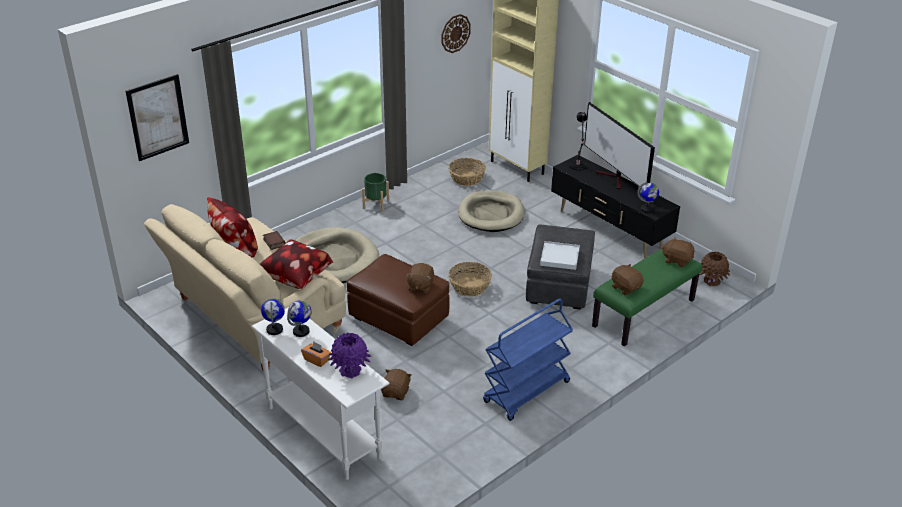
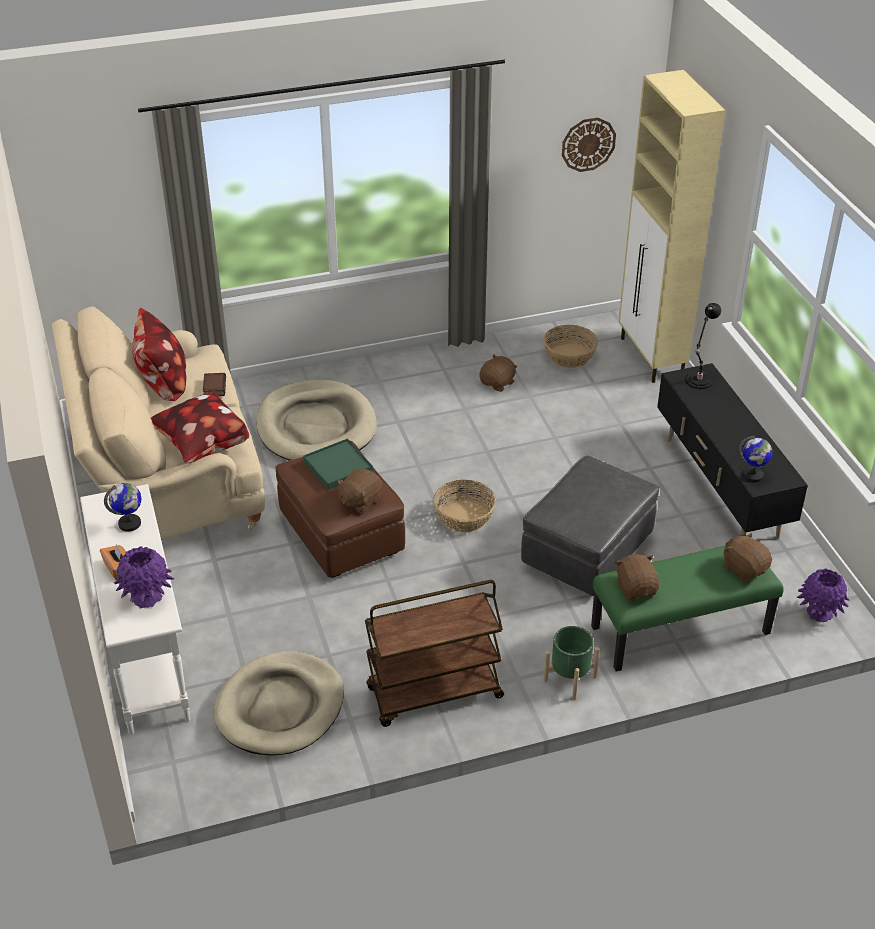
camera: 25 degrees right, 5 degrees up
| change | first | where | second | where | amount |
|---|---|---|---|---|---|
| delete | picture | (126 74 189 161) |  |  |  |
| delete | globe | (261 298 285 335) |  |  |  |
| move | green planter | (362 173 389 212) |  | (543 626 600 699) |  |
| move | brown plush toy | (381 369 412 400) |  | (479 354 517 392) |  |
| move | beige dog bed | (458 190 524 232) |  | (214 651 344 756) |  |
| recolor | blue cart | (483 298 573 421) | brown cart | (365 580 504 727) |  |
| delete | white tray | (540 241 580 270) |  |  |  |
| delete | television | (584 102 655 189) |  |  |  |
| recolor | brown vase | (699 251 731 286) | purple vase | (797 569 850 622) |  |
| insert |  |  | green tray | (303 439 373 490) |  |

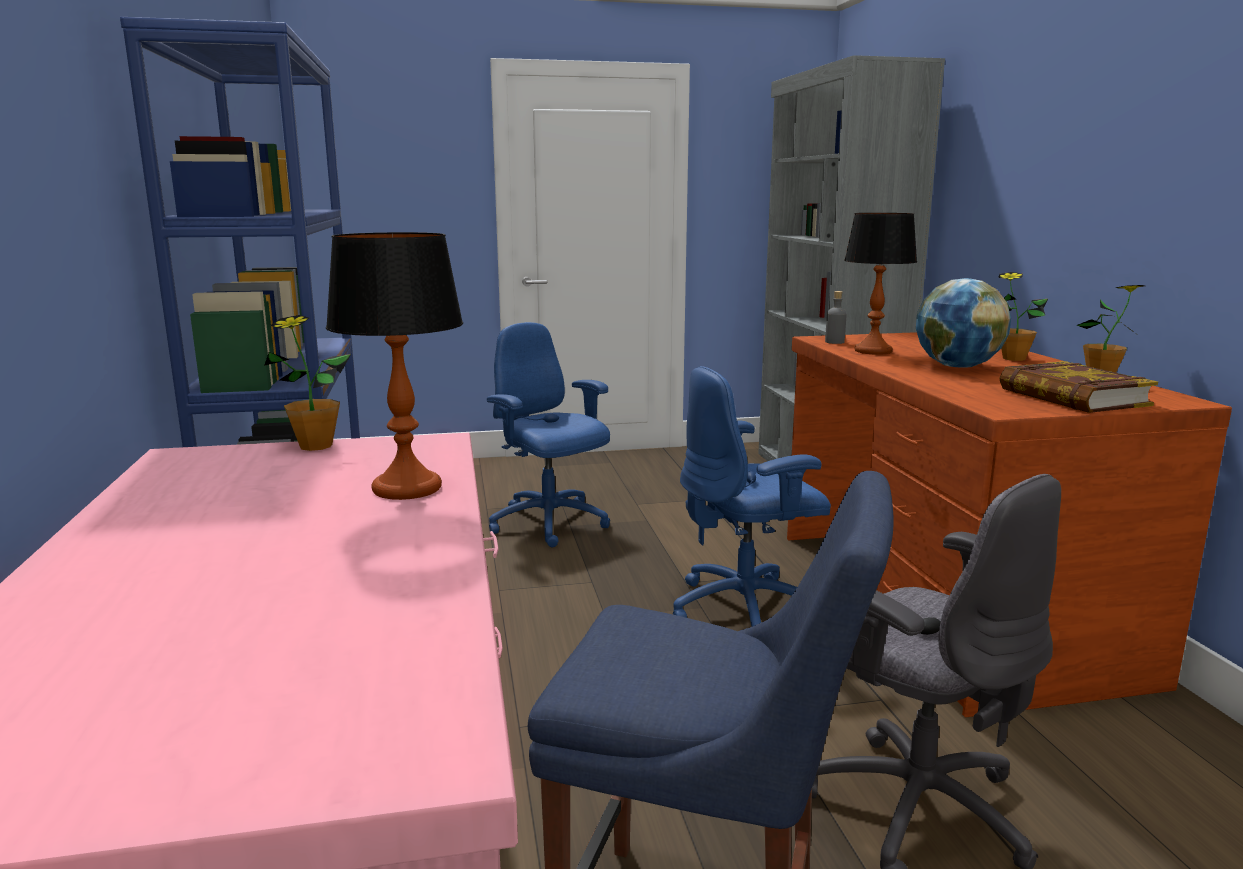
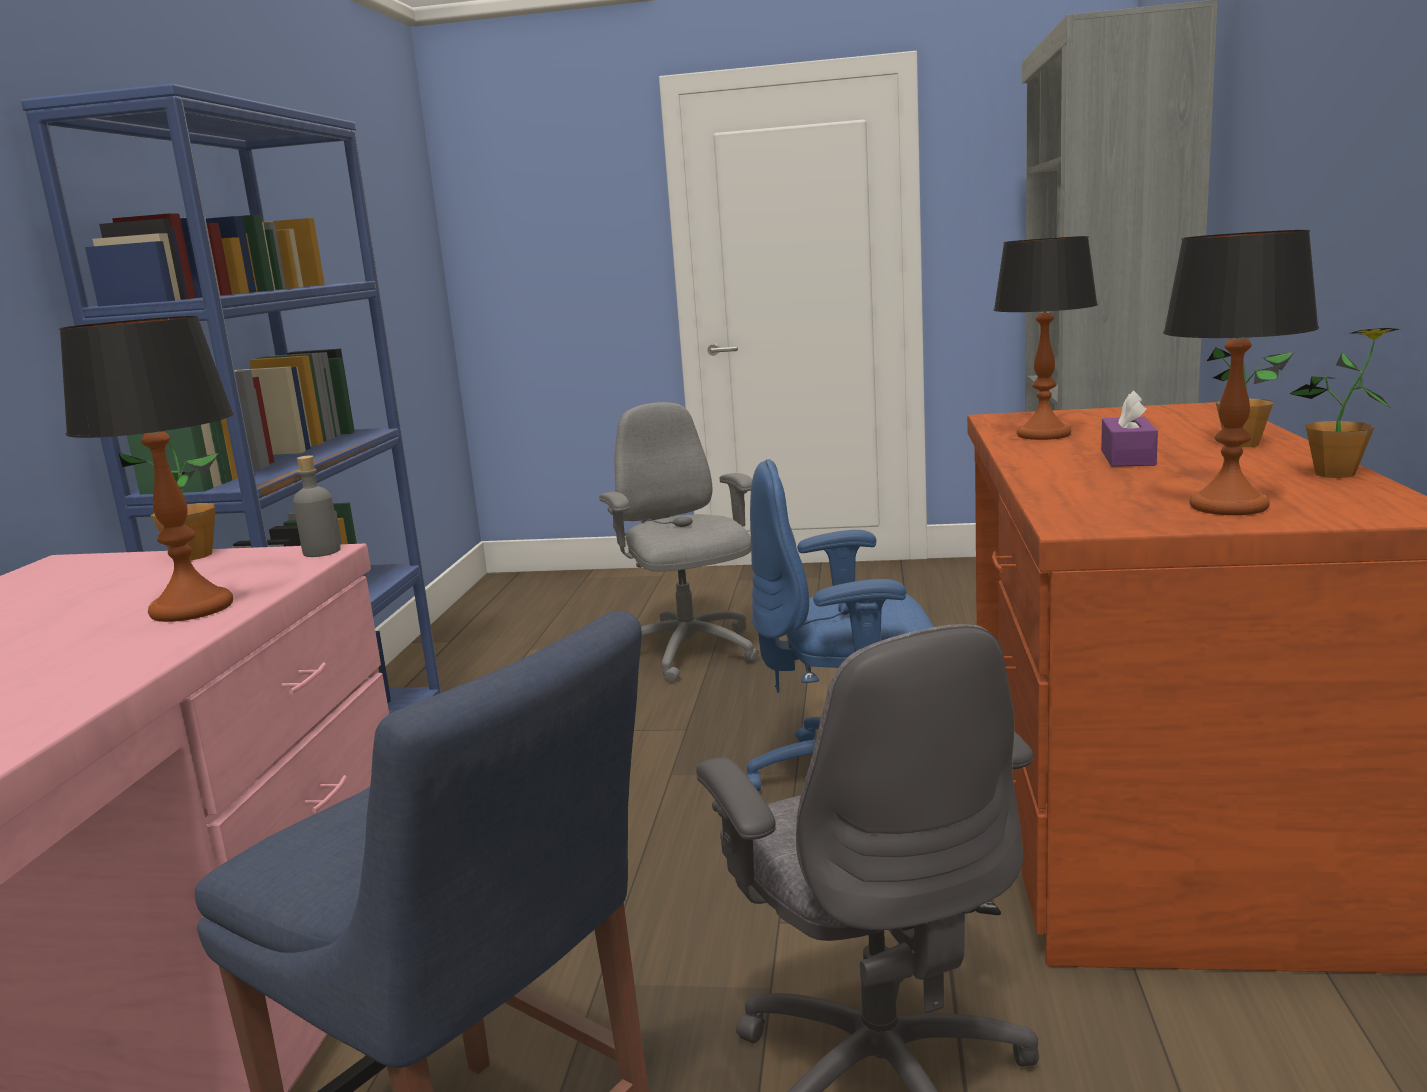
camera: 20 degrees right, 0 degrees up
| change | first | where | second | where | amount |
|---|---|---|---|---|---|
| recolor | blue office chair | (487 322 610 547) | grey office chair | (599 402 759 682) |  |
| move | grey bottle | (825 291 847 344) |  | (293 455 341 557) |  |
| replace | globe | (916 278 1011 368) | purple tissue box | (1101 390 1158 467) |  |
| replace | book | (1000 361 1158 413) | table lamp | (1163 230 1319 515) |  |

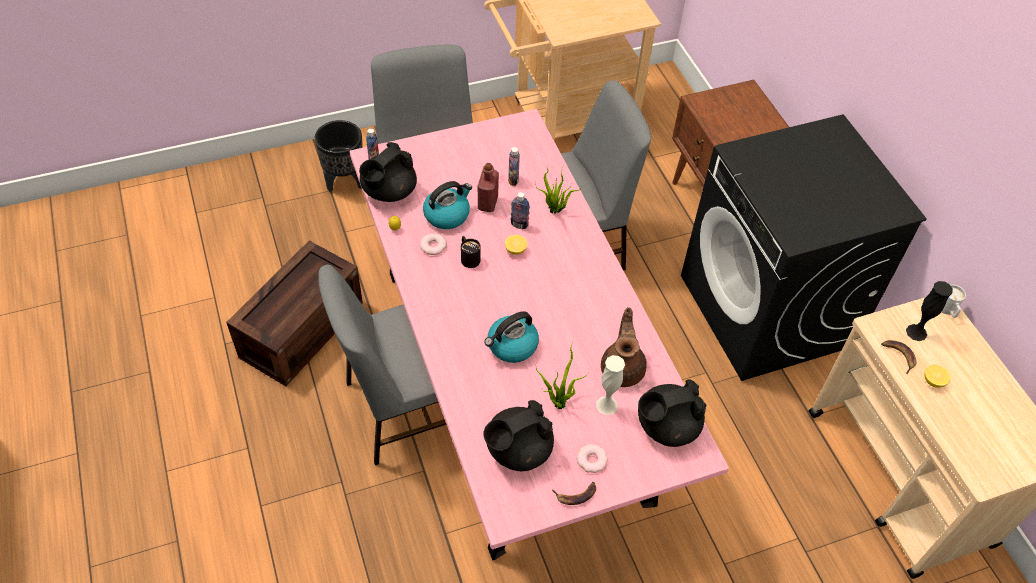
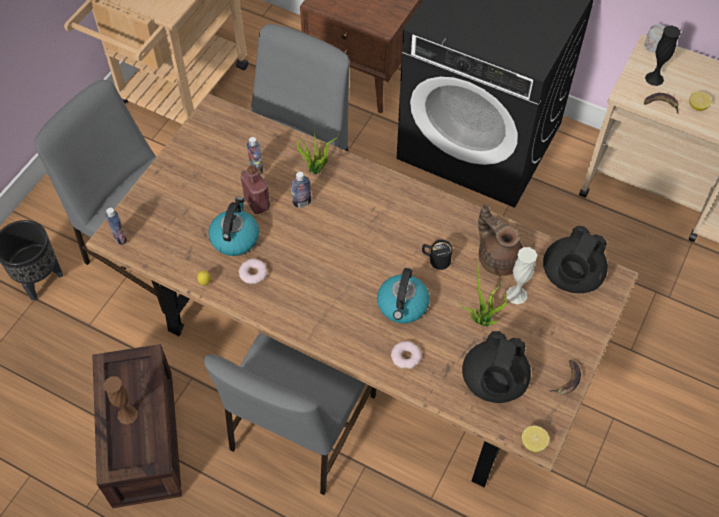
camera: 40 degrees left, 5 degrees up
| change | first | where | second | where | amount |
|---|---|---|---|---|---|
| recolor | pink dining table | (350 109 729 561) | brown dining table | (86 94 639 487) |  |
| delete | black teapot | (359 142 417 202) |  |  |  |
| move | black mug | (461 236 481 268) |  | (422 240 453 270) |  |
| move | lemon | (505 235 528 255) |  | (522 426 549 452) |  |
| move | donut | (576 444 608 473) |  | (391 341 422 369) |  |
| insert |  |  | brown vase | (103 376 138 424) |  |

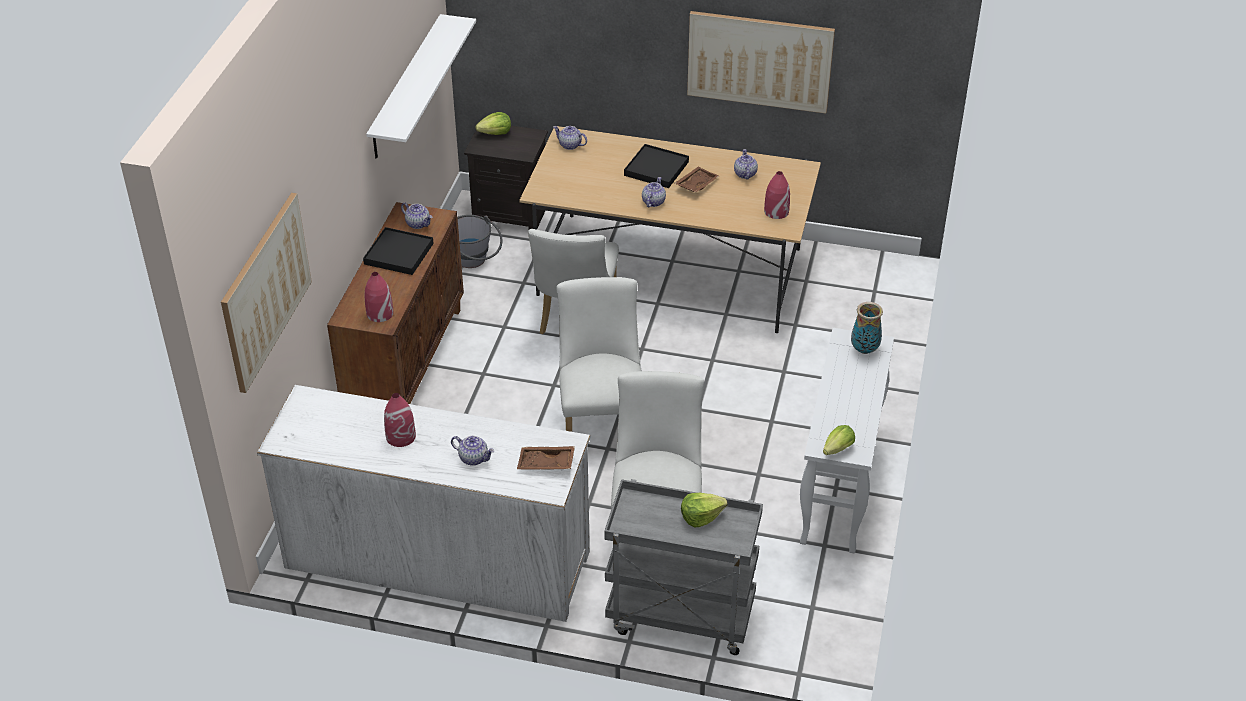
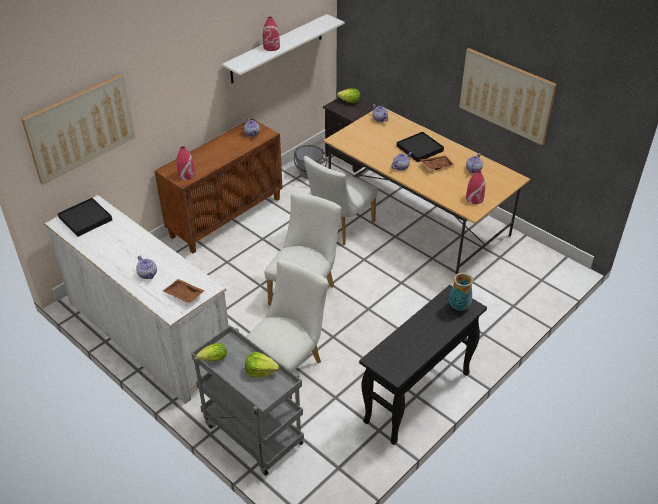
camera: 30 degrees right, 0 degrees up
| change | first | where | second | where | amount |
|---|---|---|---|---|---|
| move | black tray | (363 227 434 275) |  | (58 198 112 237) |  |
| move | red vase | (384 393 416 447) |  | (263 17 280 51) |  |
| recolor | white console table | (800 328 894 553) | black console table | (359 285 487 445) |  |
| move | lettuce | (823 425 855 455) |  | (196 343 227 361) |  |

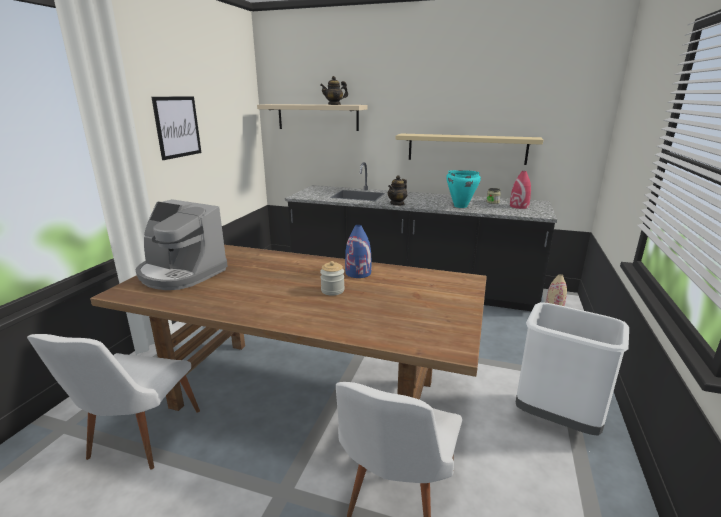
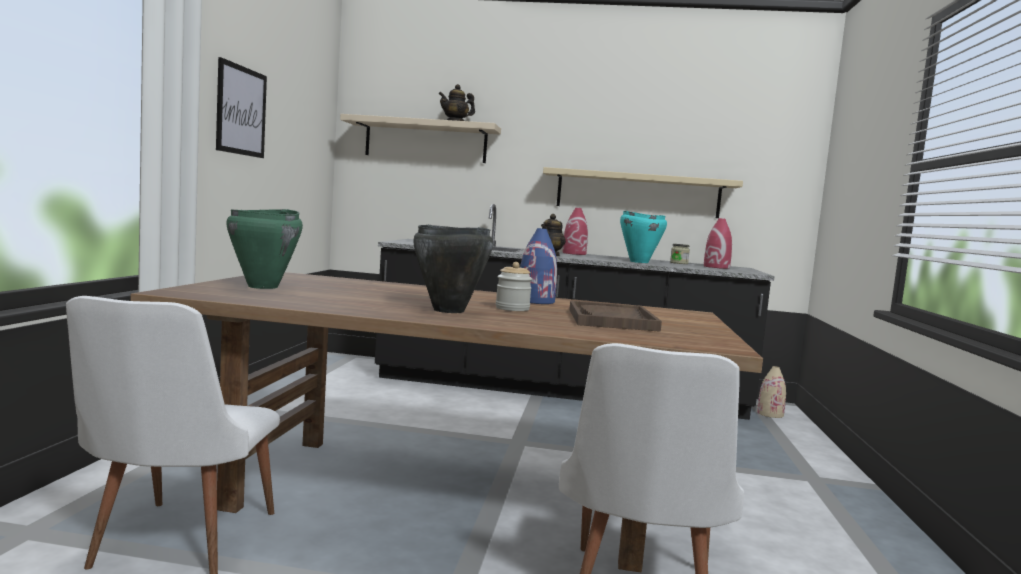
camera: 10 degrees left, 15 degrees down
| change | first | where | second | where | amount |
|---|---|---|---|---|---|
| replace | coffee machine | (135 199 228 290) | green cooking pot | (226 209 303 289) |  |
| delete | white trash can | (516 302 629 436) |  |  |  |
| insert |  |  | black cooking pot | (413 225 493 313) |  |
| insert |  |  | red vase | (563 208 588 255) |  |
| insert |  |  | brown tray | (569 301 662 332) |  |

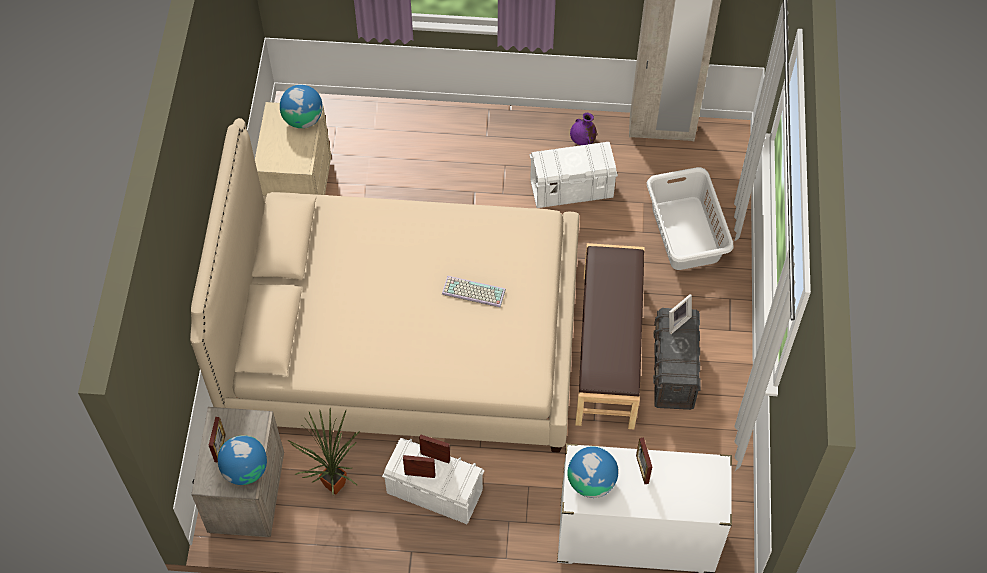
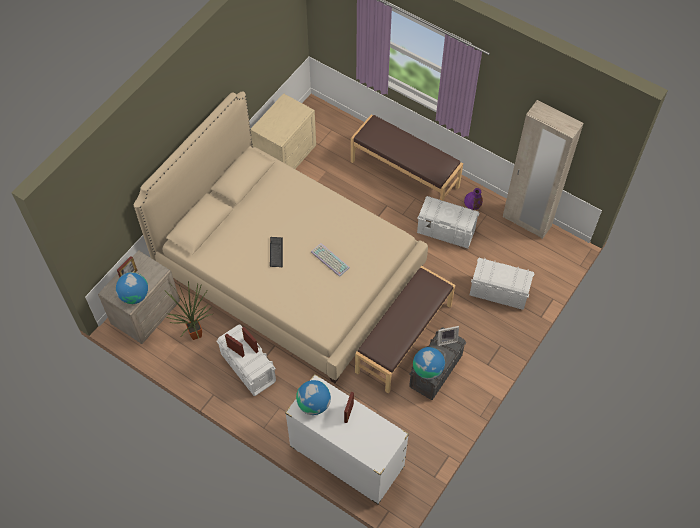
camera: 30 degrees right, 0 degrees up
| change | first | where | second | where | amount |
|---|---|---|---|---|---|
| move | globe | (280 85 323 128) |  | (413 347 445 380) |  |
| replace | white laundry basket | (647 167 734 270) | white storage box | (470 258 535 310) |  |
| insert |  |  | keyboard | (270 237 283 267) |  |
| insert |  |  | brown bench | (351 114 463 201) |  |

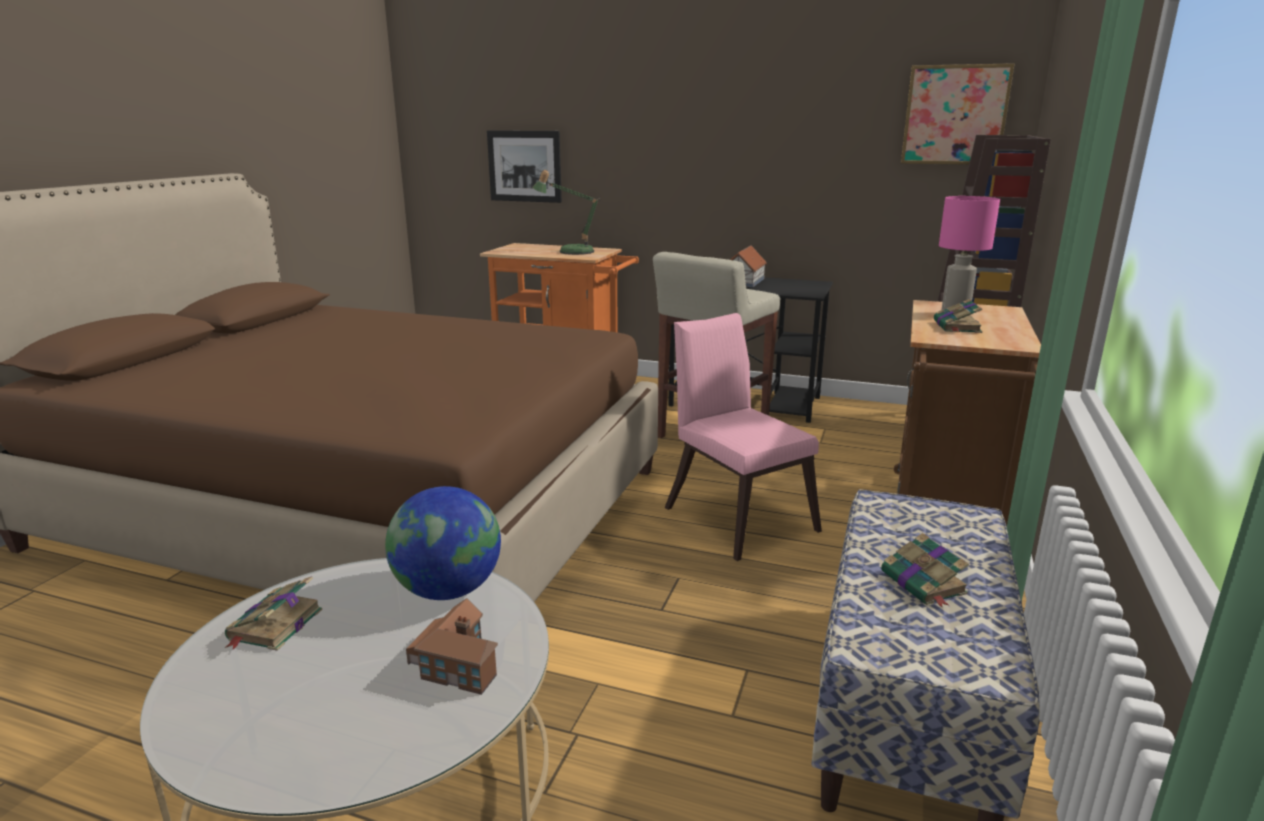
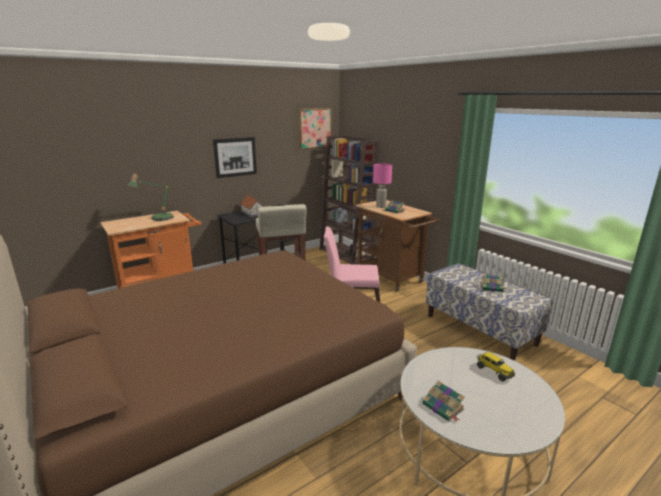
camera: 55 degrees left, 0 degrees up
| change | first | where | second | where | amount |
|---|---|---|---|---|---|
| delete | globe | (385 486 501 600) |  |  |  |
| replace | toy house | (406 598 498 695) | toy truck | (477 352 515 382) |  |
| move | picture | (487 130 562 203) |  | (213 137 257 178) |  |

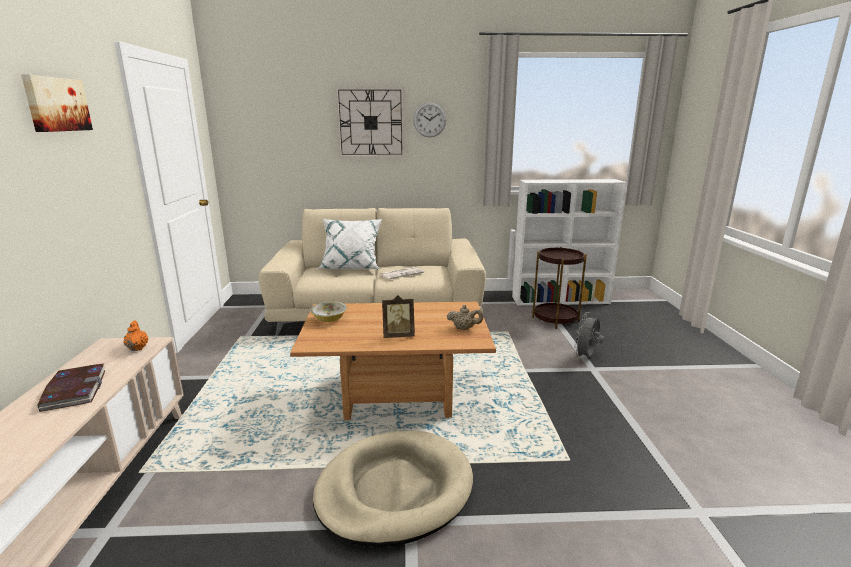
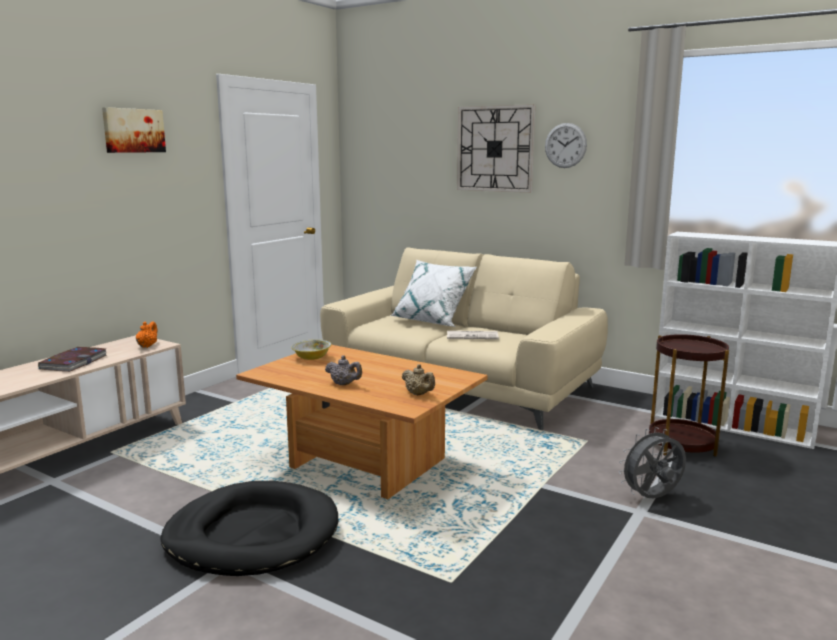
camera: 35 degrees right, 5 degrees down
| change | first | where | second | where | amount |
|---|---|---|---|---|---|
| recolor | beige dog bed | (313 431 473 547) | black dog bed | (160 481 338 576) |  |
| replace | picture frame | (382 295 415 338) | grey teapot | (325 356 362 385) |  |

